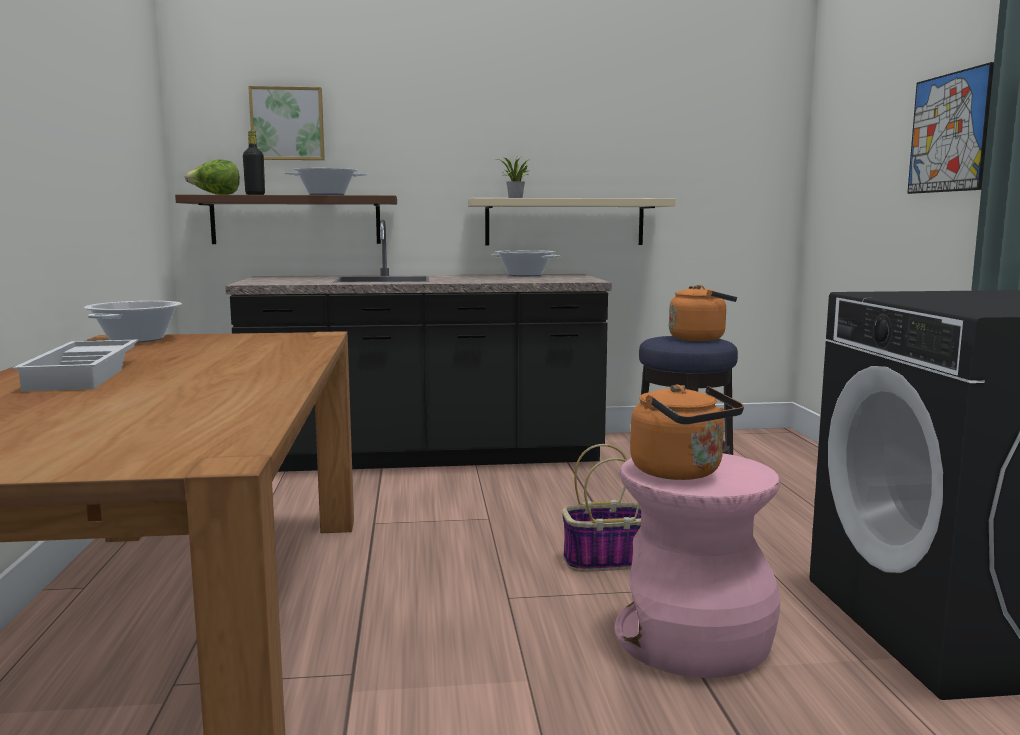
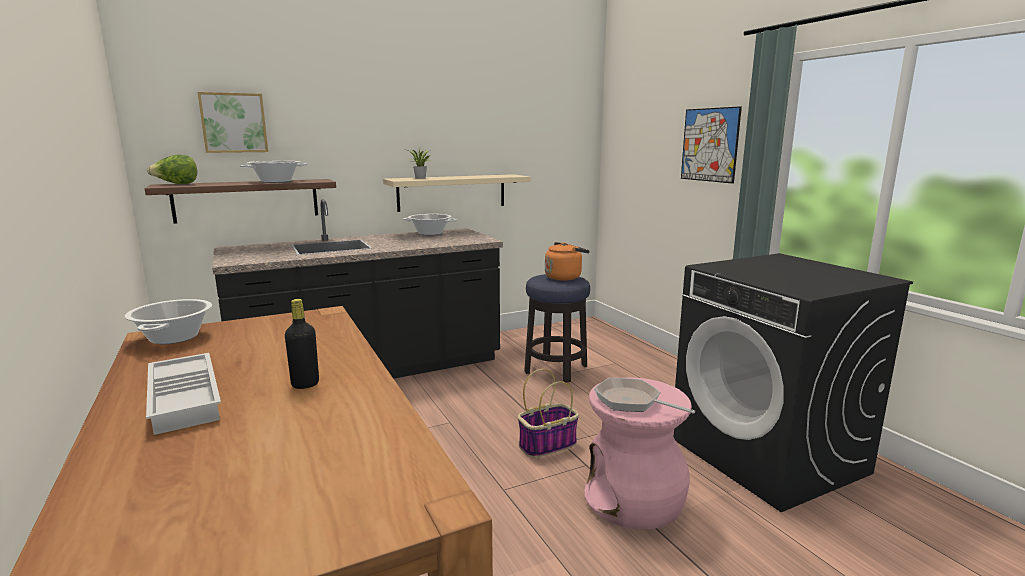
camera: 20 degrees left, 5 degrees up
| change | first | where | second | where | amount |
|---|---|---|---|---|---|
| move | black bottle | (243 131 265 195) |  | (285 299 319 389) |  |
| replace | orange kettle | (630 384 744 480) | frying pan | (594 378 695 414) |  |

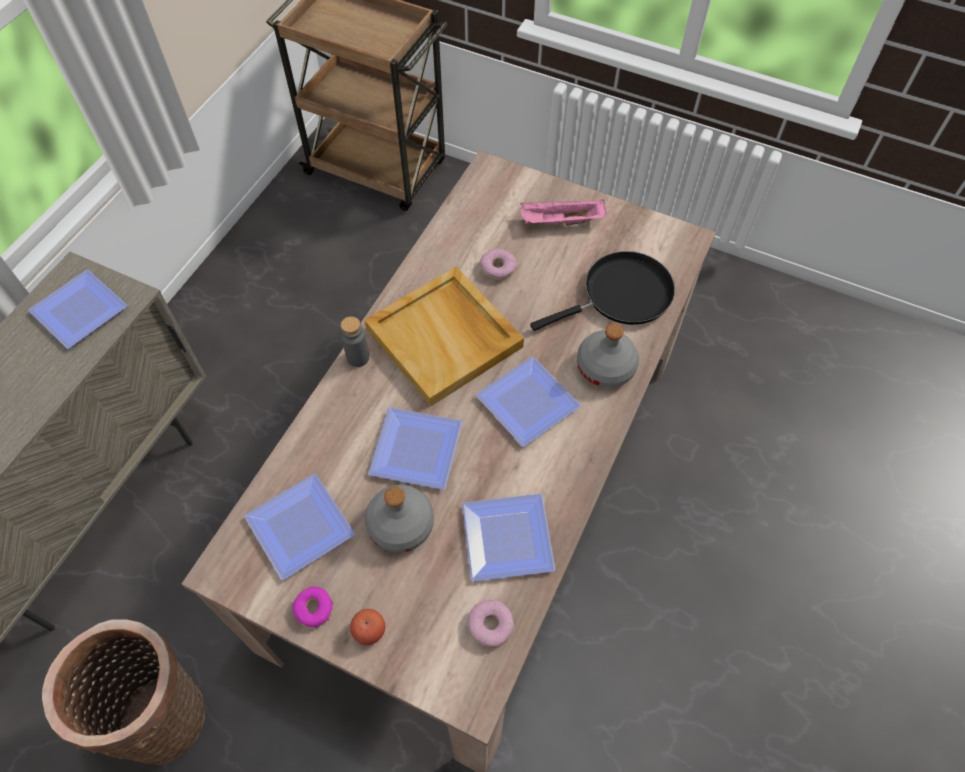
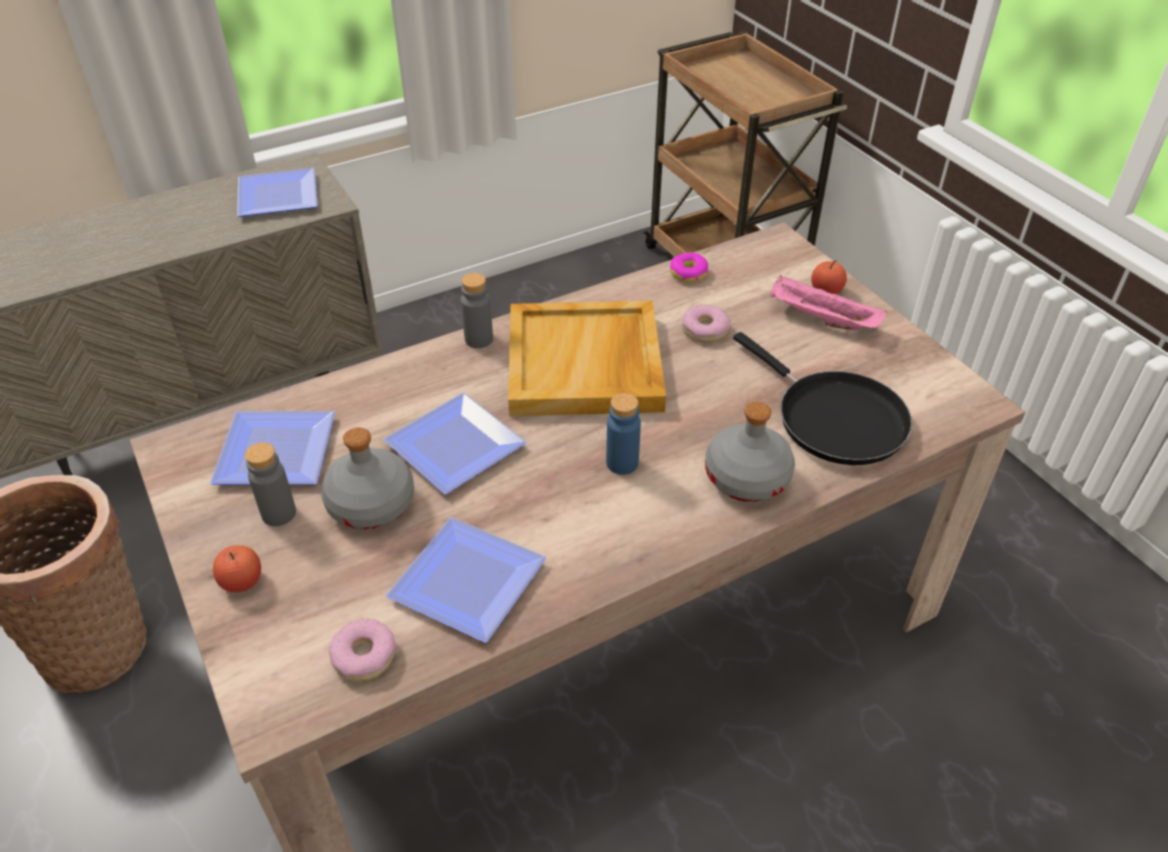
camera: 35 degrees right, 15 degrees down
| change | first | where | second | where | amount |
|---|---|---|---|---|---|
| move | donut | (292 586 333 628) |  | (670 252 708 282) |  |
| replace | plate | (476 356 581 447) | blue bottle | (606 393 641 475) |  |
| rotate | black frying pan | (530 251 675 331) |  | (733 332 912 465) | 45 degrees clockwise |
| insert |  |  | grey bottle | (245 442 296 526) |  |
| insert |  |  | apple | (811 261 847 294) |  |

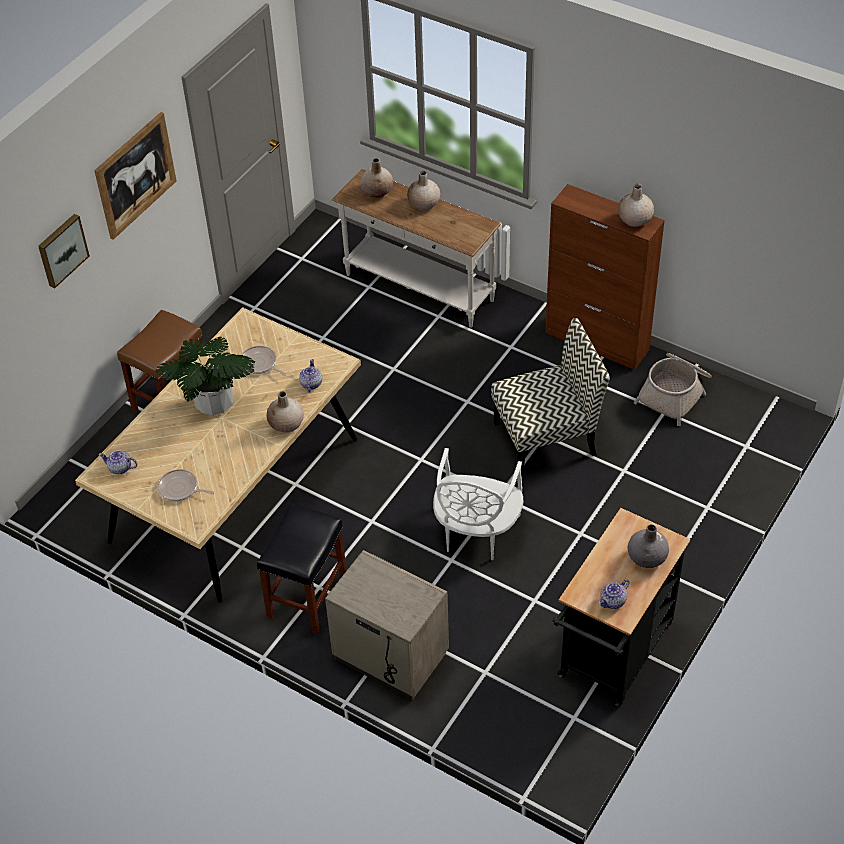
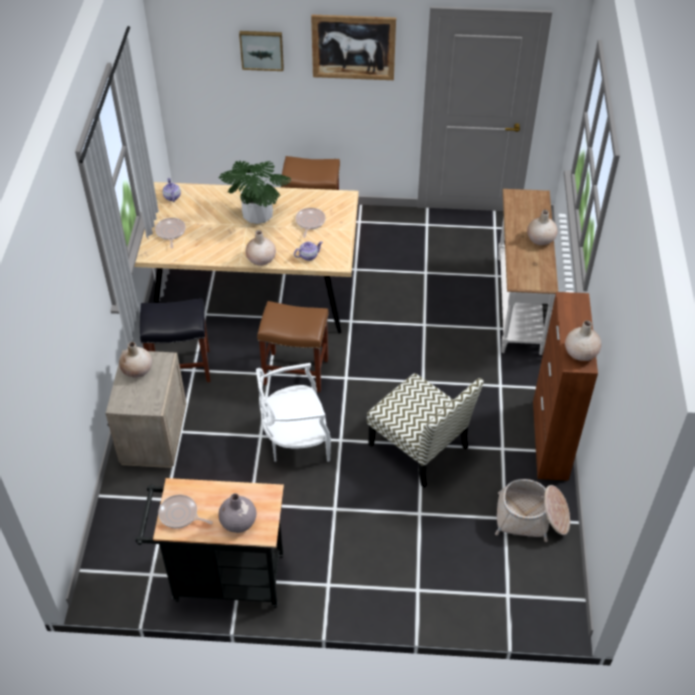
camera: 60 degrees right, 0 degrees up
| change | first | where | second | where | amount |
|---|---|---|---|---|---|
| move | beige vase | (361 158 393 198) |  | (119 342 152 378) |  |
| replace | teapot | (598 579 630 609) | frying pan | (158 494 213 528) |  |
| insert |  |  | brown stool | (257 301 329 392) |  |

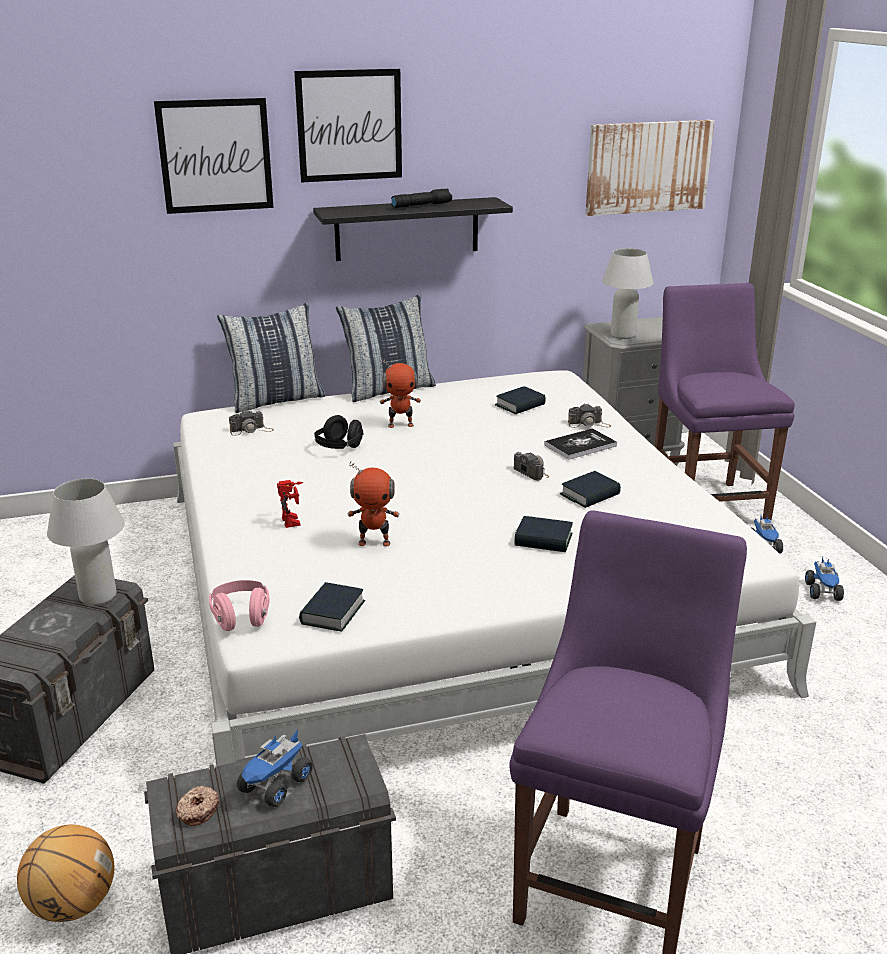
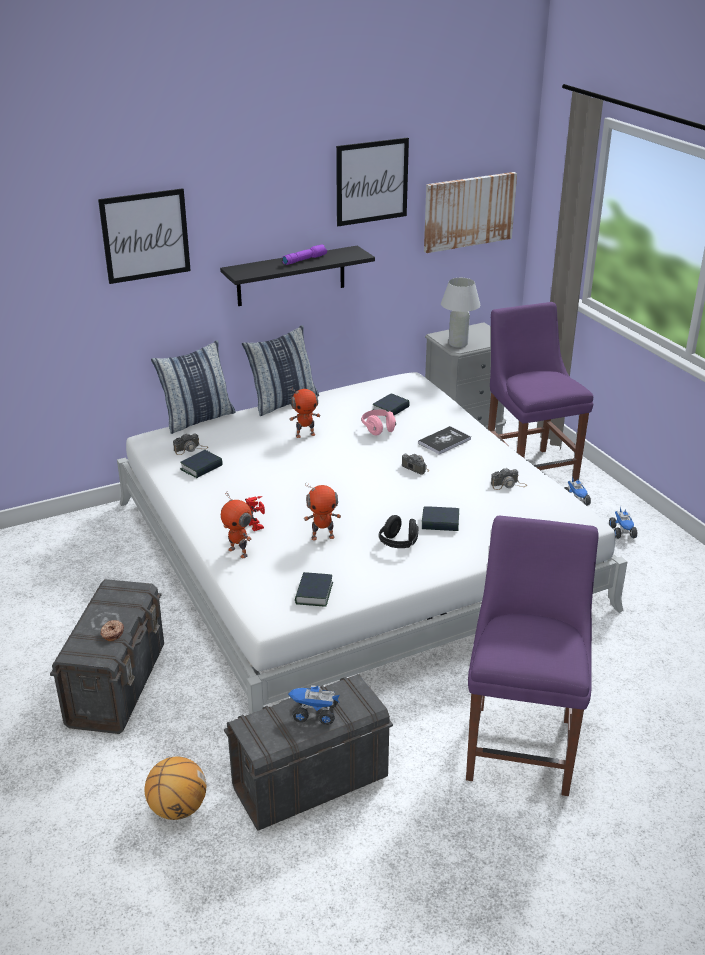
camera: 10 degrees left, 5 degrees up
| change | first | where | second | where | amount |
|---|---|---|---|---|---|
| delete | white table lamp | (47 479 125 605) |  |  |  |
| move | donut | (175 785 219 826) |  | (101 620 124 641) |  |
| move | pink headphones | (209 580 270 631) |  | (361 410 396 435) |  |
| rotate | toy truck | (237 729 313 807) |  | (288 685 339 725) | 75 degrees clockwise |
| move | picture | (294 69 402 183) |  | (336 138 409 226) |  |
| move | black headphones | (314 415 363 449) |  | (379 515 418 548) |  |
| recolor | black flashlight | (391 189 452 208) | purple flashlight | (282 245 327 265) |  |
| move | book | (560 471 621 508) |  | (180 450 223 478) |  |
| move | photo camera | (568 403 611 428) |  | (491 468 527 490) |  |
| insert |  |  | toy robot | (221 492 252 558) |  |

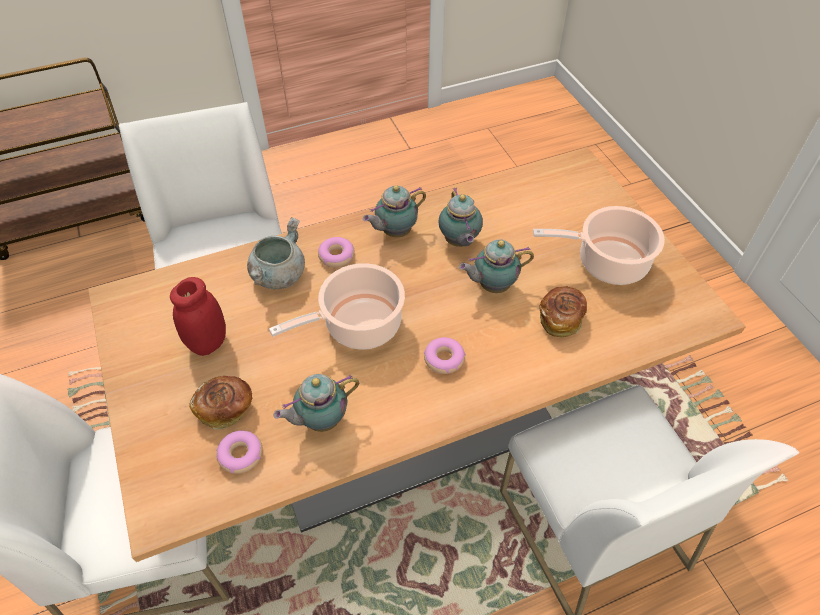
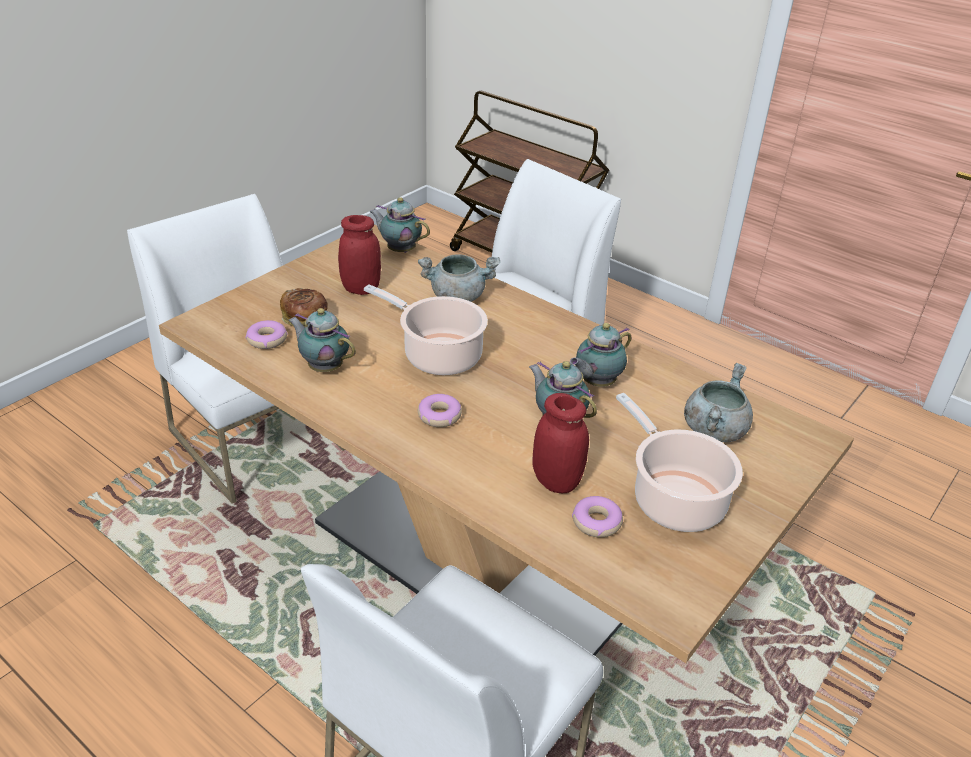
camera: 60 degrees right, 15 degrees down
| change | first | where | second | where | amount |
|---|---|---|---|---|---|
| move | donut | (318 237 355 267) |  | (572 496 623 537) |  |
| move | teapot | (363 185 426 237) |  | (370 197 430 253) |  |
| replace | bread | (539 286 587 338) | red jar | (533 393 589 493) |  |
| insert |  |  | grey cooking pot | (684 363 753 442) |  |

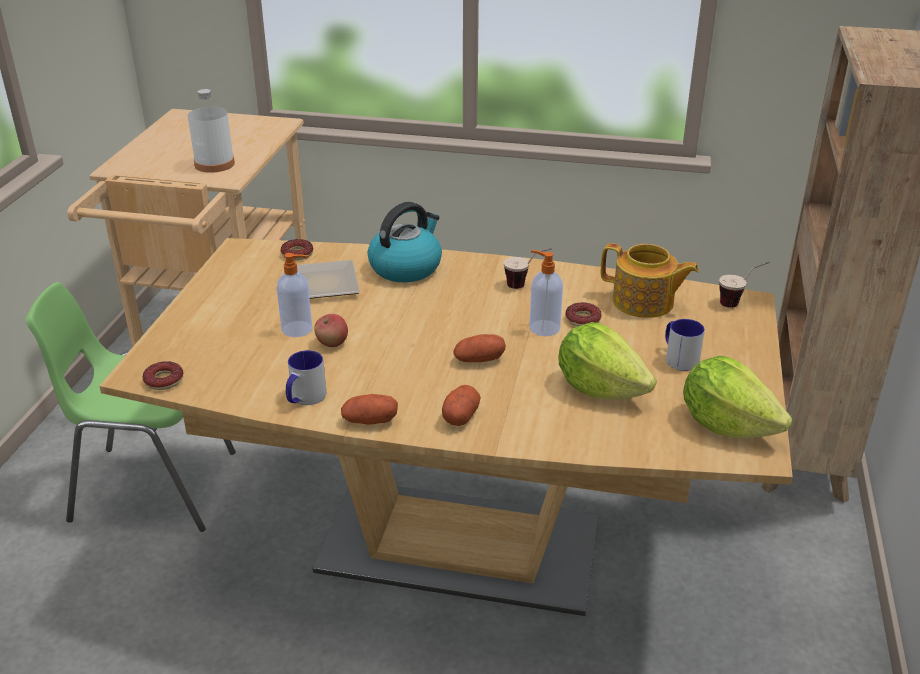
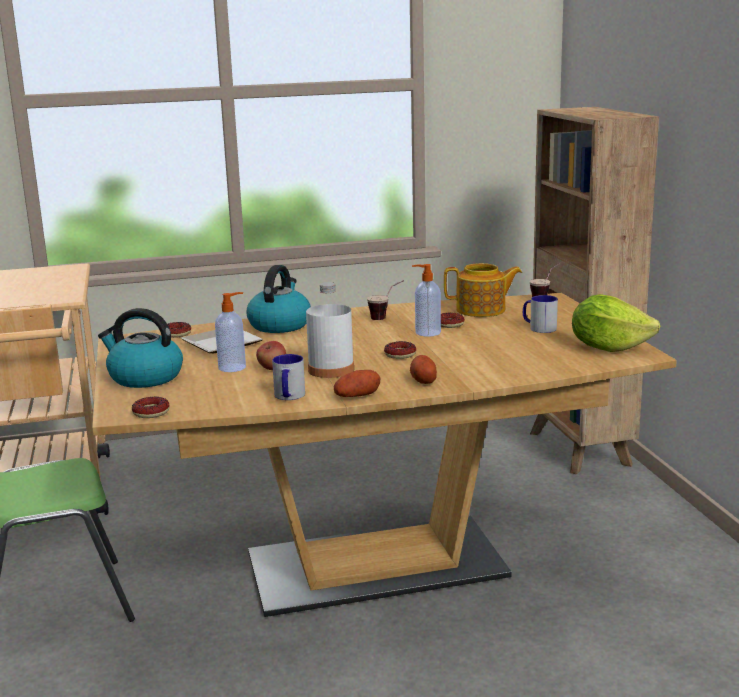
camera: 25 degrees left, 15 degrees down
| change | first | where | second | where | amount |
|---|---|---|---|---|---|
| move | white bottle | (188 89 235 173) |  | (306 282 354 378) |  |
| replace | potato | (454 334 506 362) | donut | (384 341 416 359) |  |
| delete | lettuce | (559 322 657 400) |  |  |  |
| insert |  |  | kettle | (98 308 183 388) |  |

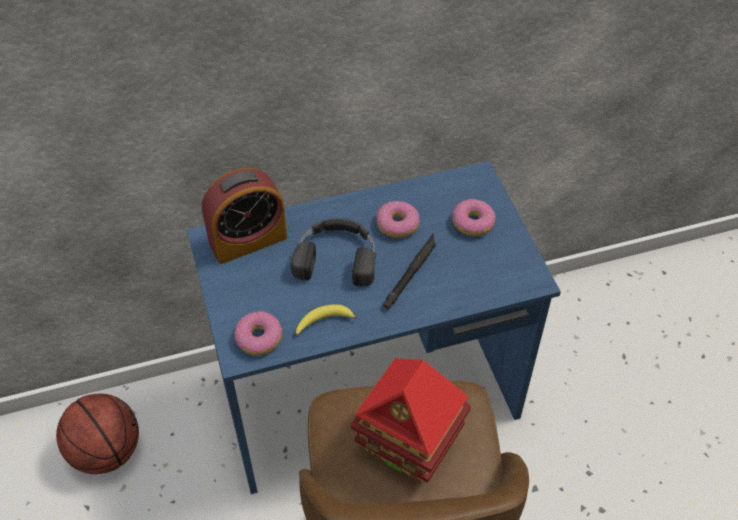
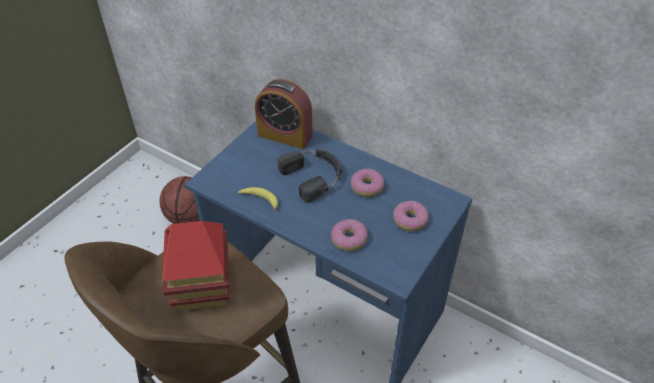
camera: 50 degrees right, 5 degrees down
| change | first | where | second | where | amount |
|---|---|---|---|---|---|
| move | donut | (234 311 283 356) |  | (331 219 368 251) |  |
| delete | black flashlight | (383 233 436 310) |  |  |  |

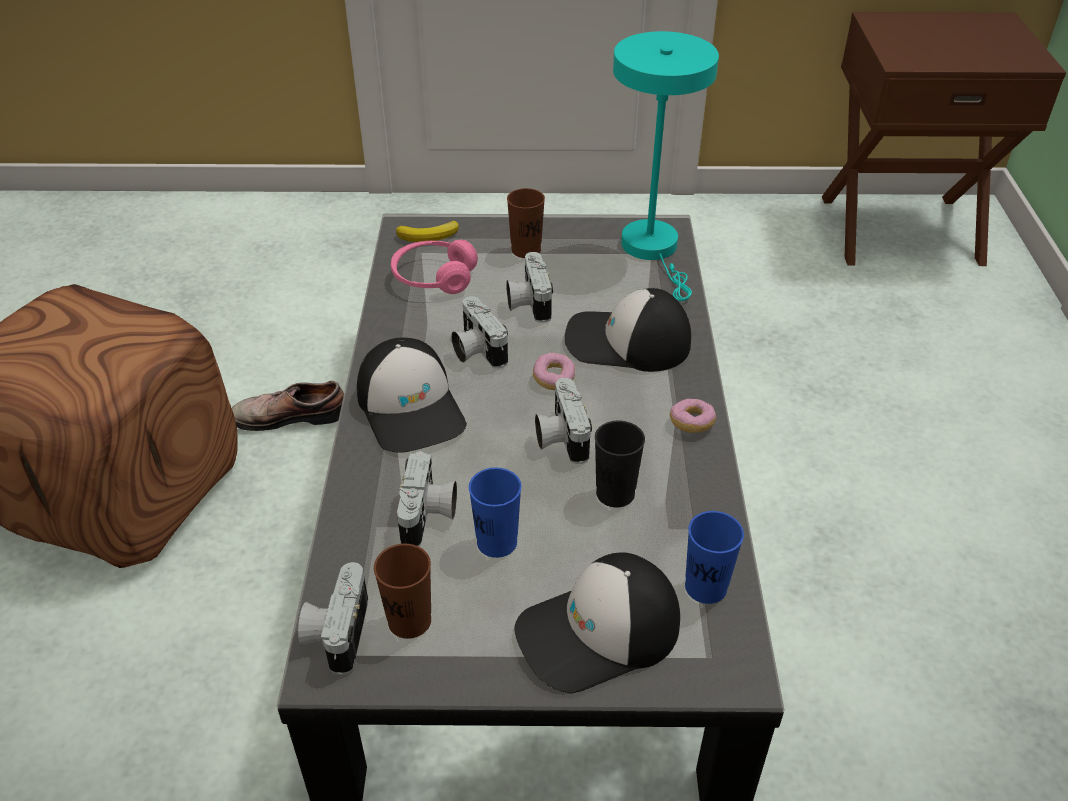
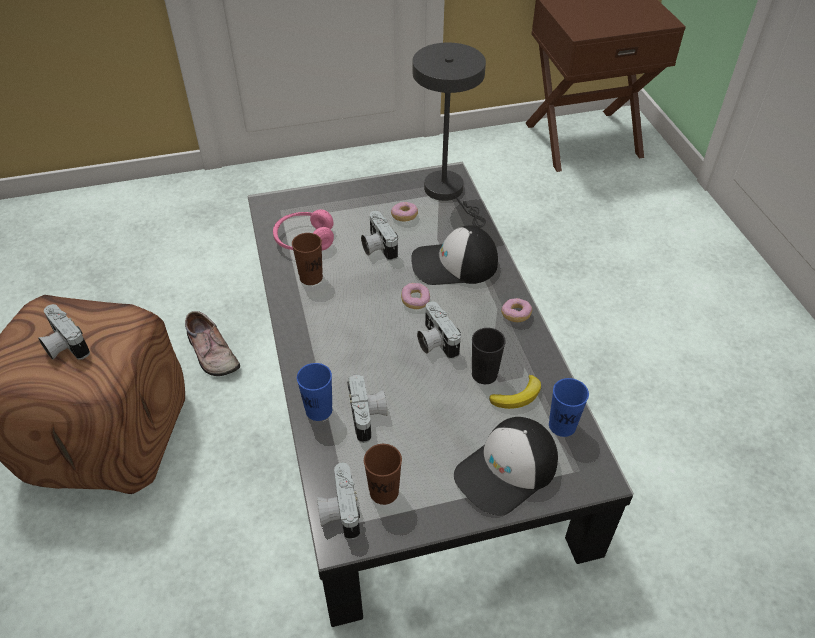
camera: 15 degrees left, 5 degrees up
| change | first | where | second | where | amount |
|---|---|---|---|---|---|
| rotate | shoe | (232 380 344 431) |  | (185 311 240 376) | 105 degrees counterclockwise |
| delete | cap | (357 338 467 453) |  |  |  |
| move | banana | (396 221 459 242) |  | (489 375 541 409) |  |
| move | photo camera | (451 296 508 369) |  | (38 304 90 360) |  |
| move | blue cup | (469 468 521 558) |  | (297 363 332 421) |  |
| move | brown cup | (507 188 545 258) |  | (292 233 323 285) |  |
| recolor | turquoise table lamp | (613 31 719 301) | grey table lamp | (412 43 486 228) |  |
| insert |  |  | donut | (391 202 418 222) |  |

